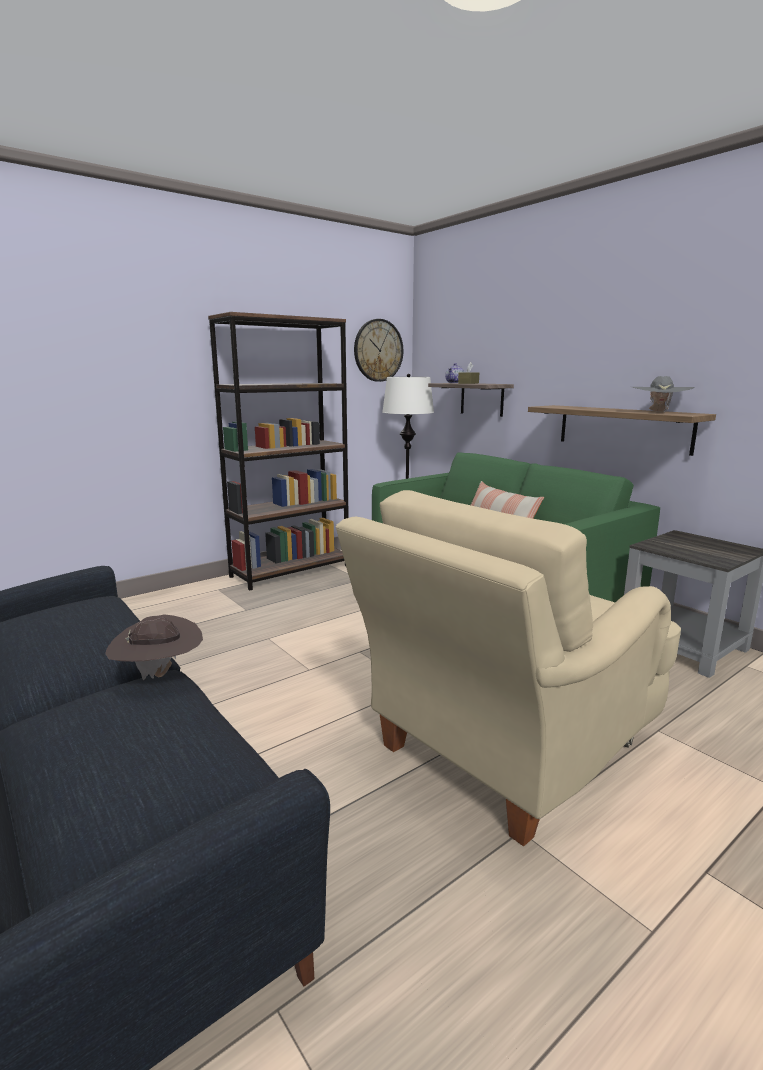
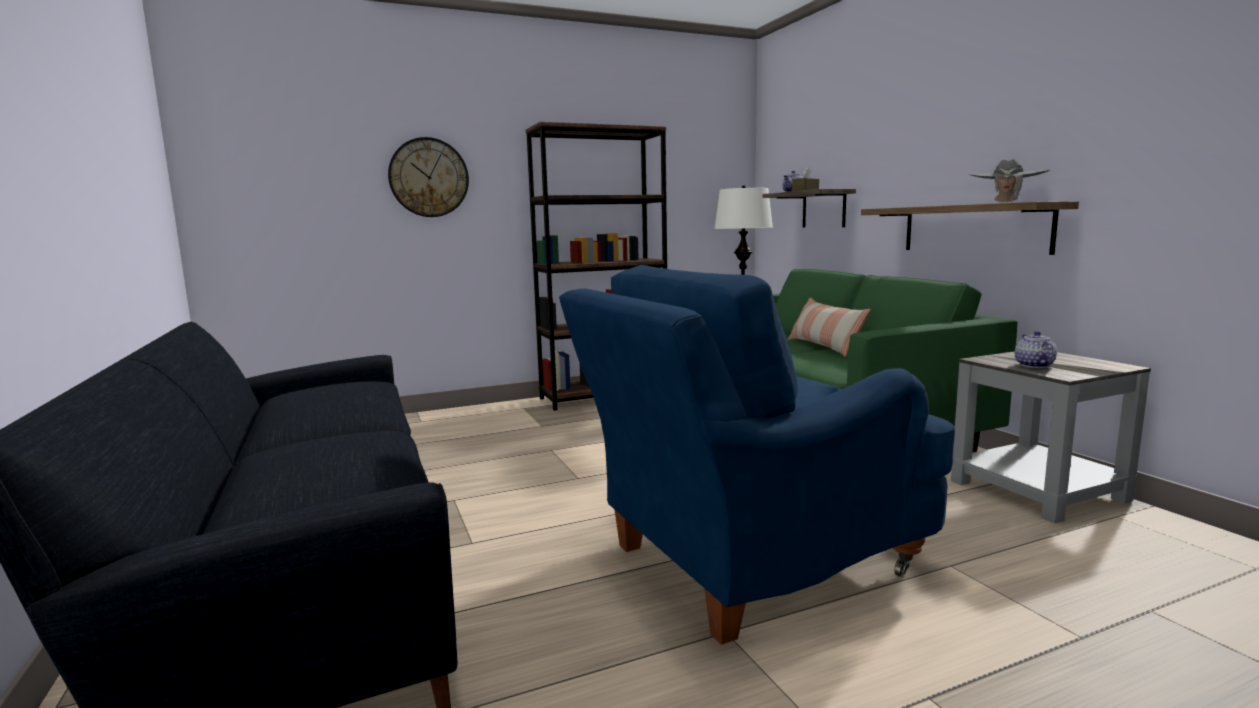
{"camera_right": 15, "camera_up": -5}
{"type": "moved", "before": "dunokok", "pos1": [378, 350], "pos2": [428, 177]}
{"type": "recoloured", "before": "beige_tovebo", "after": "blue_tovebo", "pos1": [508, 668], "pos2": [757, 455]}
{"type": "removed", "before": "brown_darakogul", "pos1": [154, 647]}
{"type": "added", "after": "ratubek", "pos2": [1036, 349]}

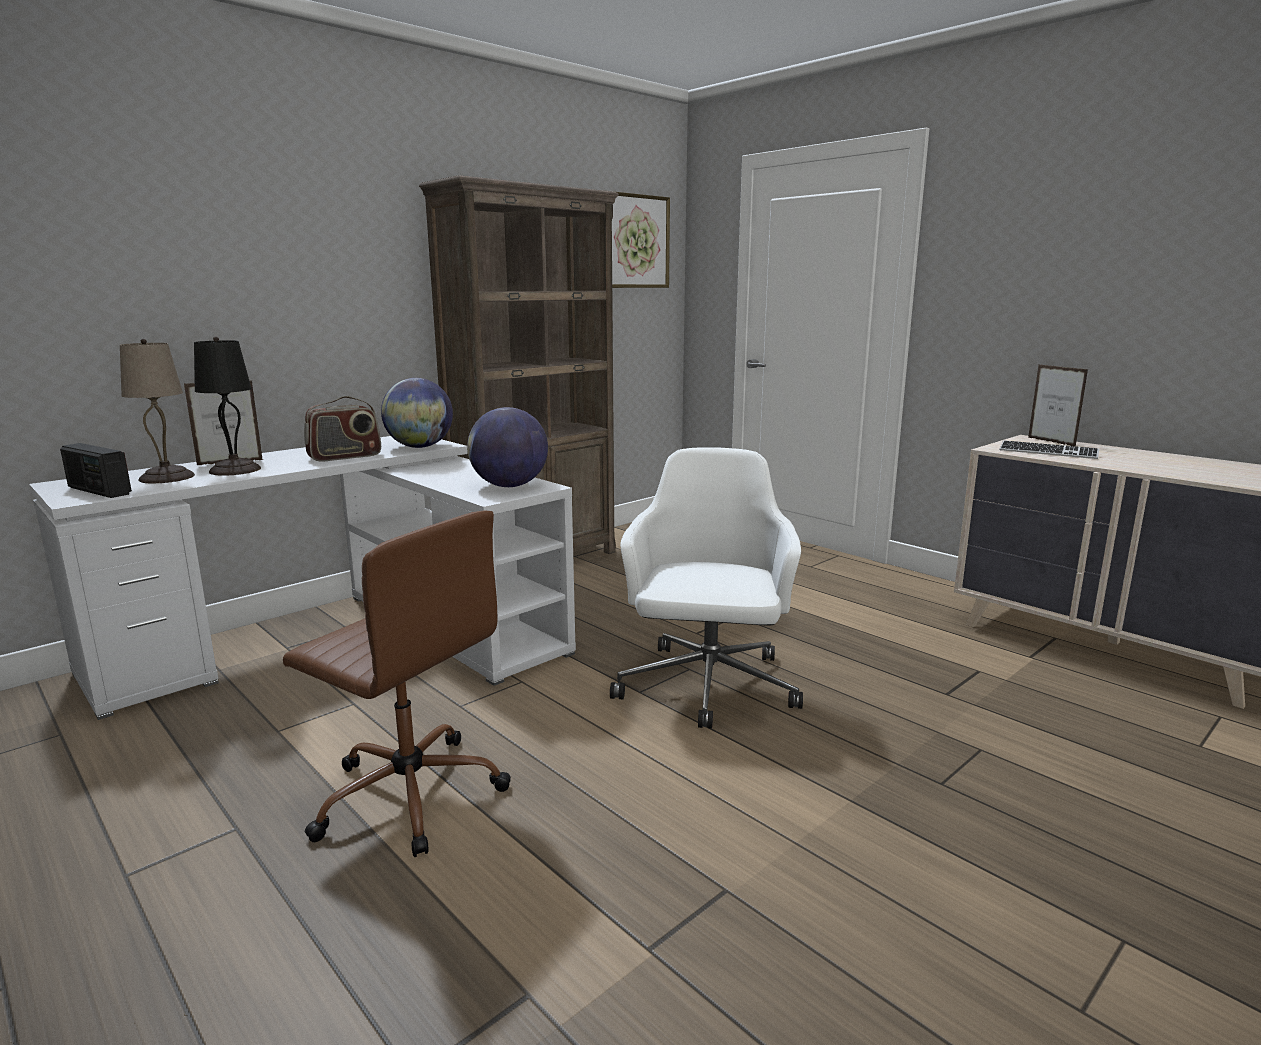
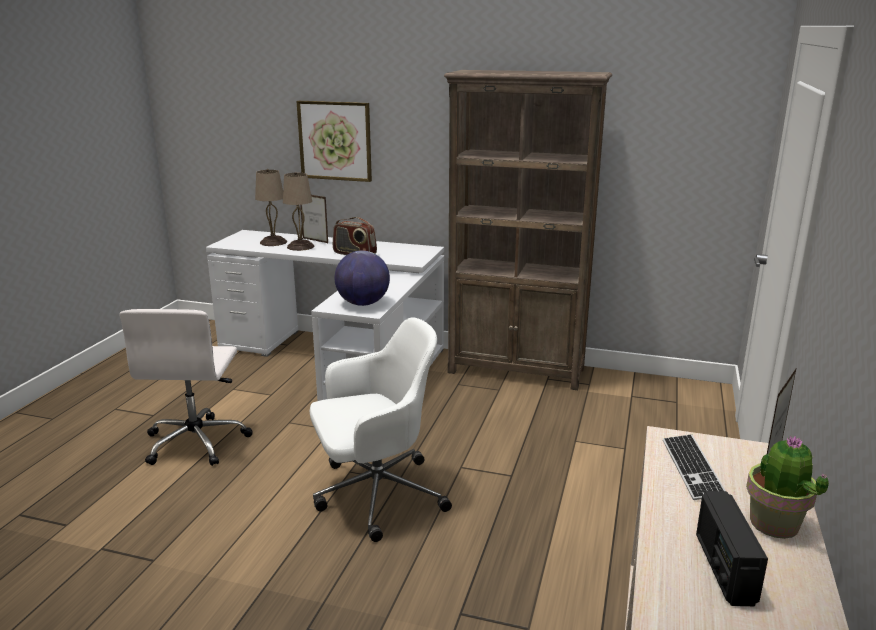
{"camera_right": 60, "camera_up": 5}
{"type": "moved", "before": "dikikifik", "pos1": [641, 239], "pos2": [334, 141]}
{"type": "recoloured", "before": "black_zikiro", "after": "beige_zikiro", "pos1": [227, 406], "pos2": [298, 211]}
{"type": "removed", "before": "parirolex", "pos1": [417, 413]}
{"type": "moved", "before": "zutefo", "pos1": [96, 470], "pos2": [732, 548]}
{"type": "recoloured", "before": "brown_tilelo", "after": "white_tilelo", "pos1": [397, 683], "pos2": [186, 387]}
{"type": "added", "after": "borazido", "pos2": [787, 487]}

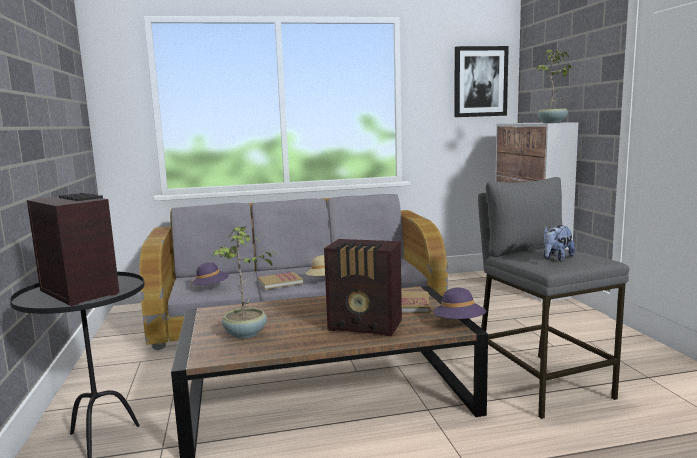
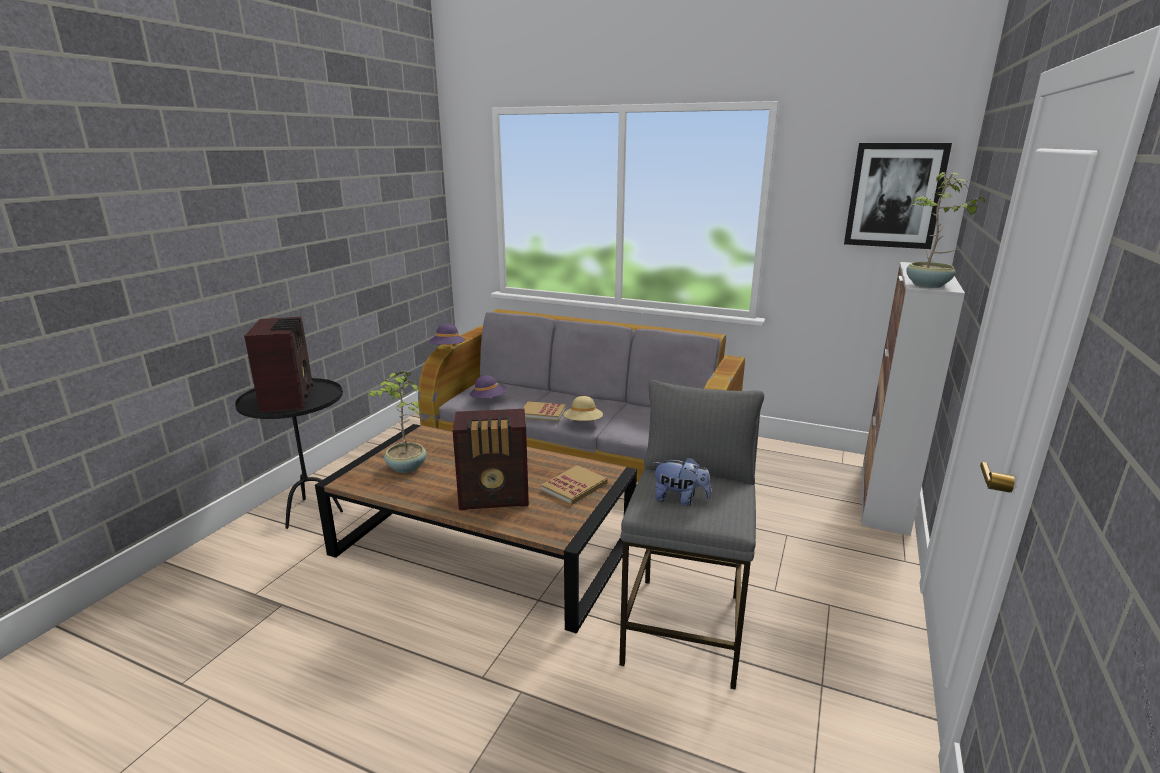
{"camera_right": 35, "camera_up": 10}
{"type": "turned", "before": "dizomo", "pos1": [559, 243], "pos2": [681, 481], "turn": -150}
{"type": "turned", "before": "zutefo", "pos1": [363, 287], "pos2": [490, 459], "turn": -60}
{"type": "moved", "before": "purple_darakogul", "pos1": [460, 303], "pos2": [446, 334]}

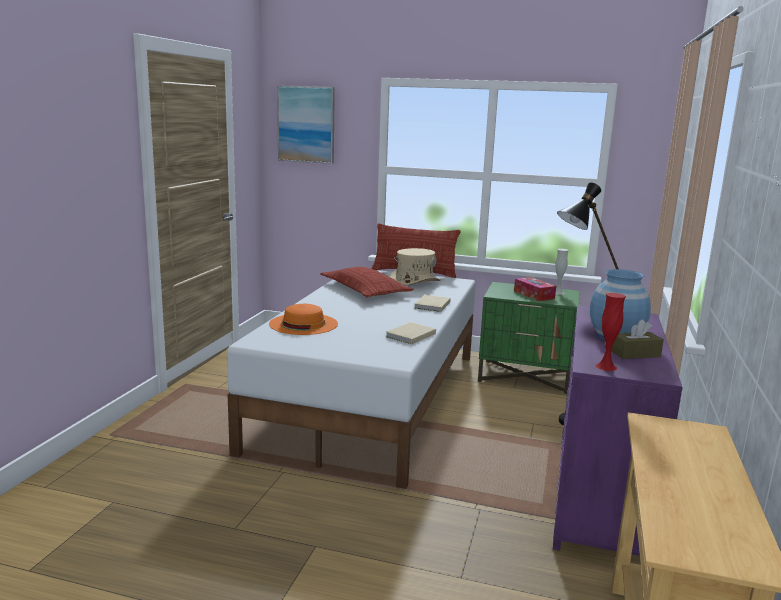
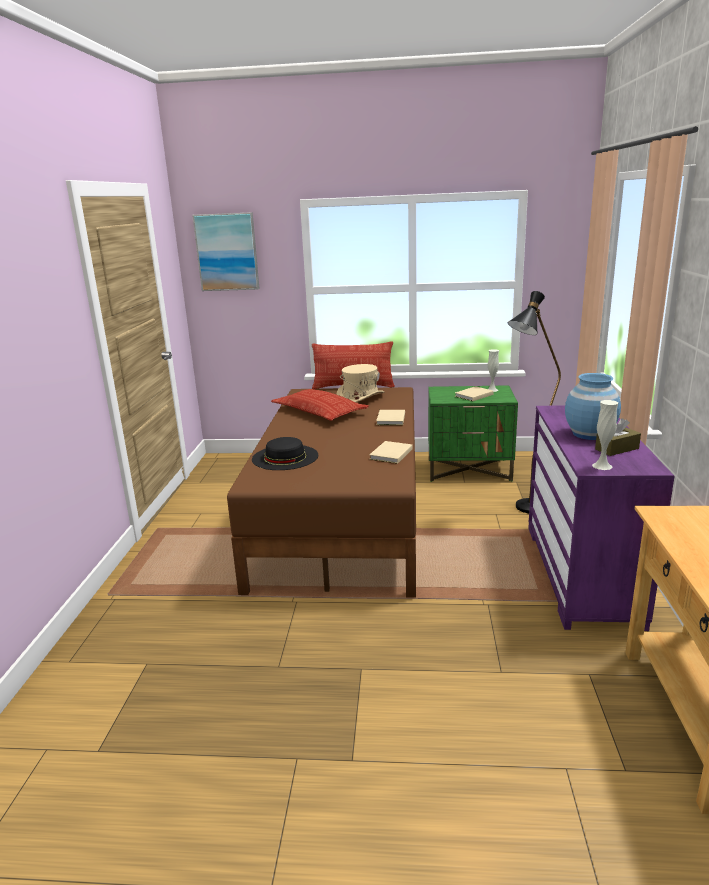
{"camera_right": -10, "camera_up": 5}
{"type": "recoloured", "before": "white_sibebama", "after": "brown_sibebama", "pos1": [351, 379], "pos2": [321, 492]}
{"type": "replaced", "before": "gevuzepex", "after": "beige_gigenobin", "pos1": [535, 289], "pos2": [474, 393]}
{"type": "recoloured", "before": "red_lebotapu", "after": "white_lebotapu", "pos1": [610, 332], "pos2": [605, 435]}
{"type": "recoloured", "before": "orange_darakogul", "after": "black_darakogul", "pos1": [303, 319], "pos2": [285, 453]}

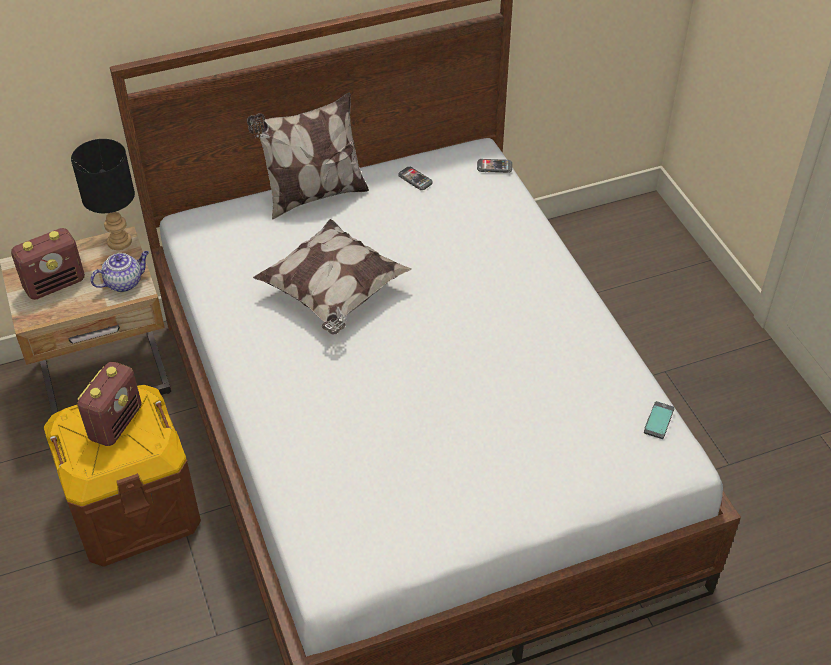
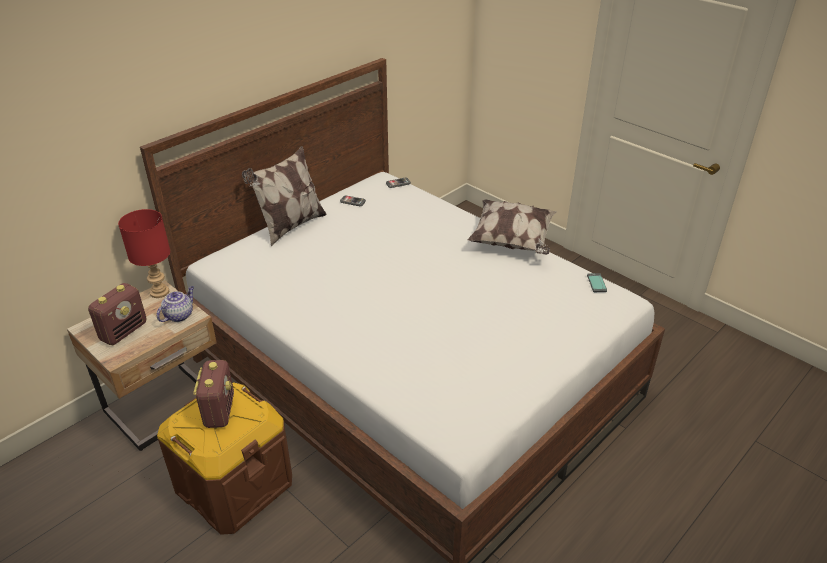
{"camera_right": -25, "camera_up": -10}
{"type": "recoloured", "before": "black_zikiro", "after": "red_zikiro", "pos1": [103, 194], "pos2": [144, 253]}
{"type": "moved", "before": "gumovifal", "pos1": [332, 277], "pos2": [512, 227]}

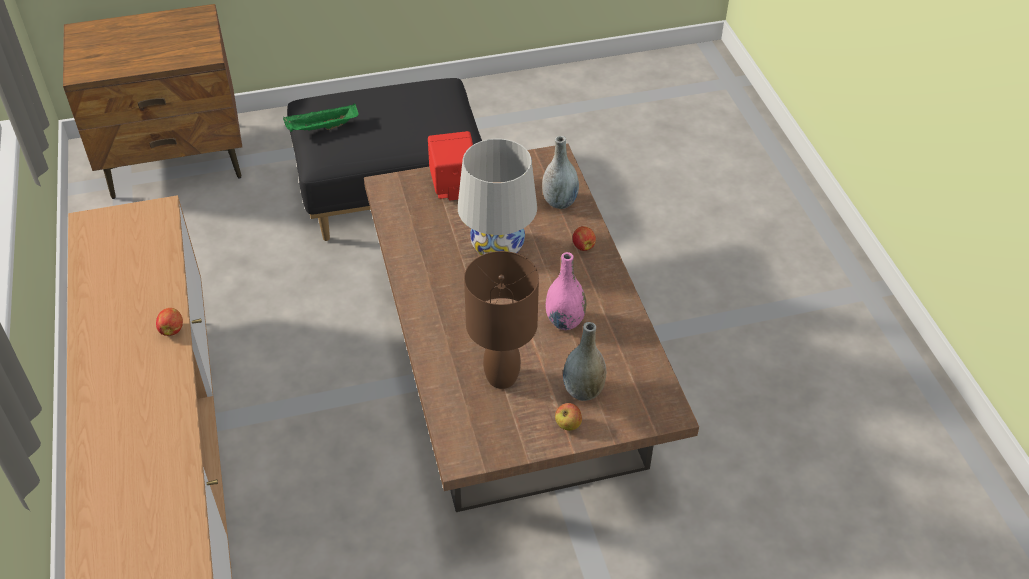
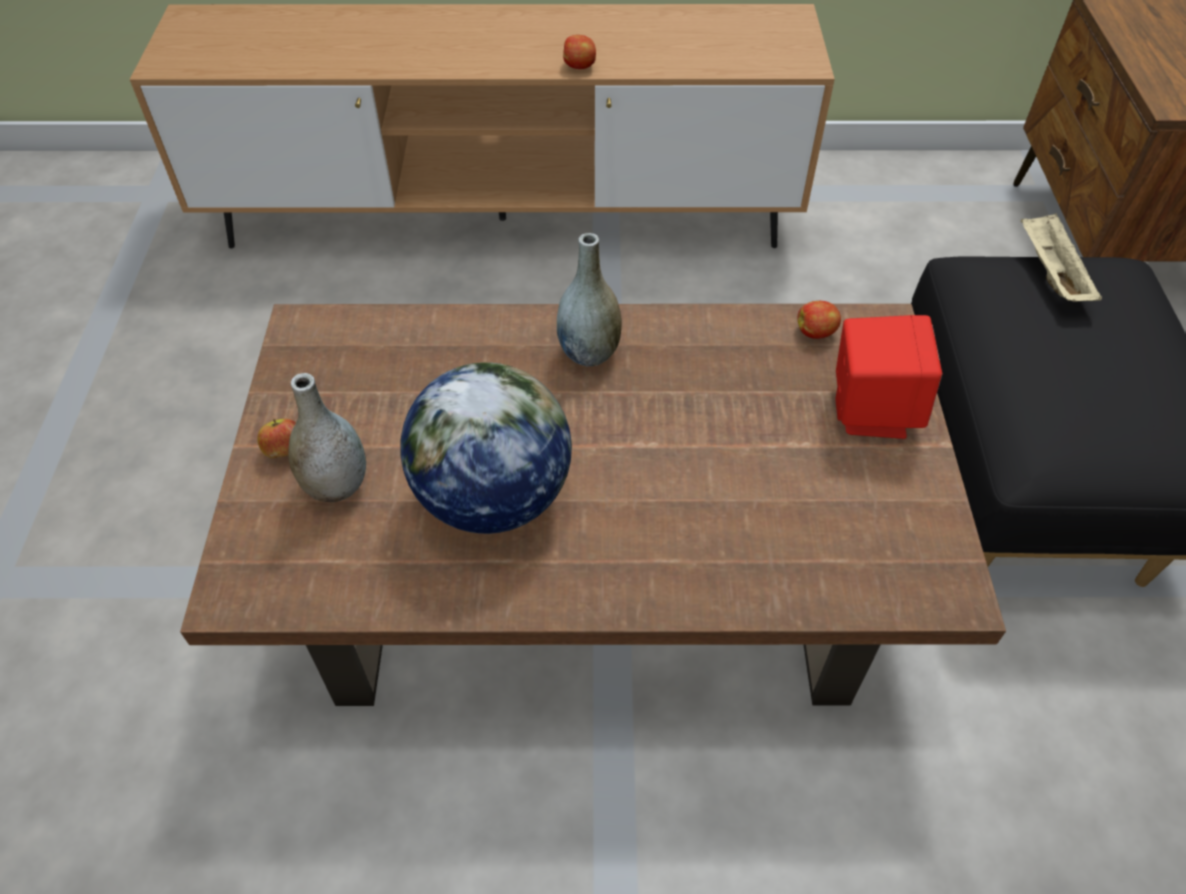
{"camera_right": 105, "camera_up": 5}
{"type": "recoloured", "before": "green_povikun", "after": "beige_povikun", "pos1": [321, 118], "pos2": [1061, 257]}
{"type": "moved", "before": "grey_lebotapu", "pos1": [560, 172], "pos2": [589, 300]}
{"type": "removed", "before": "white_zikiro", "pos1": [497, 197]}
{"type": "moved", "before": "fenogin", "pos1": [584, 238], "pos2": [819, 320]}
{"type": "removed", "before": "brown_zikiro", "pos1": [501, 320]}
{"type": "replaced", "before": "pink_lebotapu", "after": "parirolex", "pos1": [566, 291], "pos2": [486, 448]}

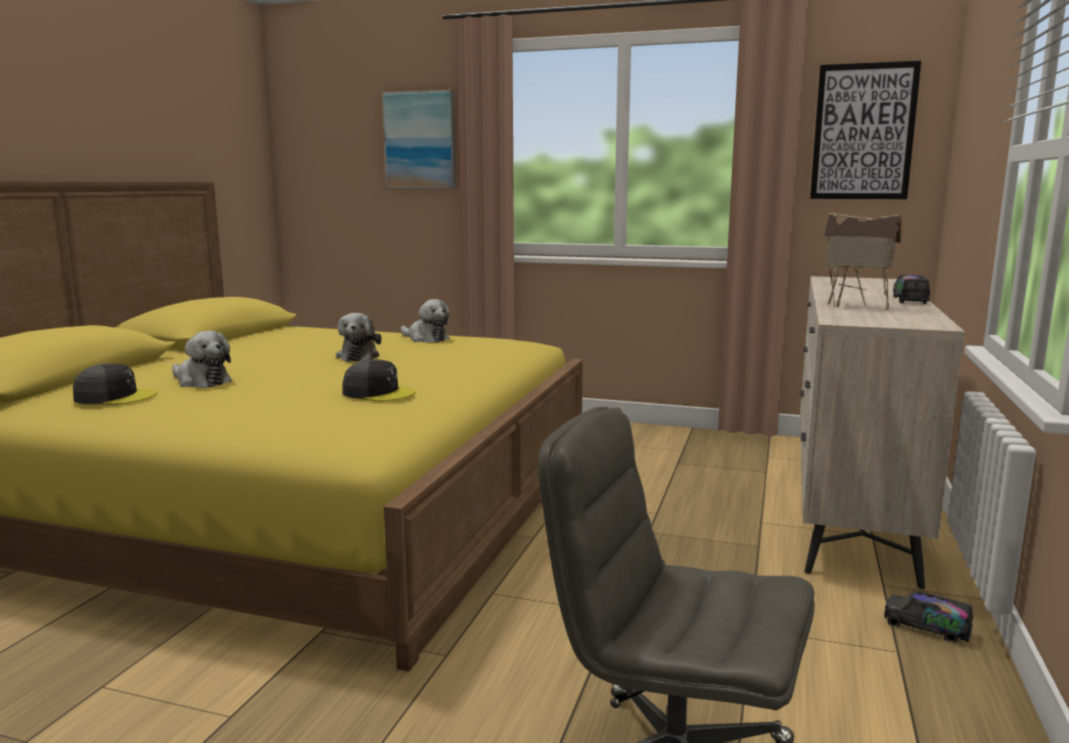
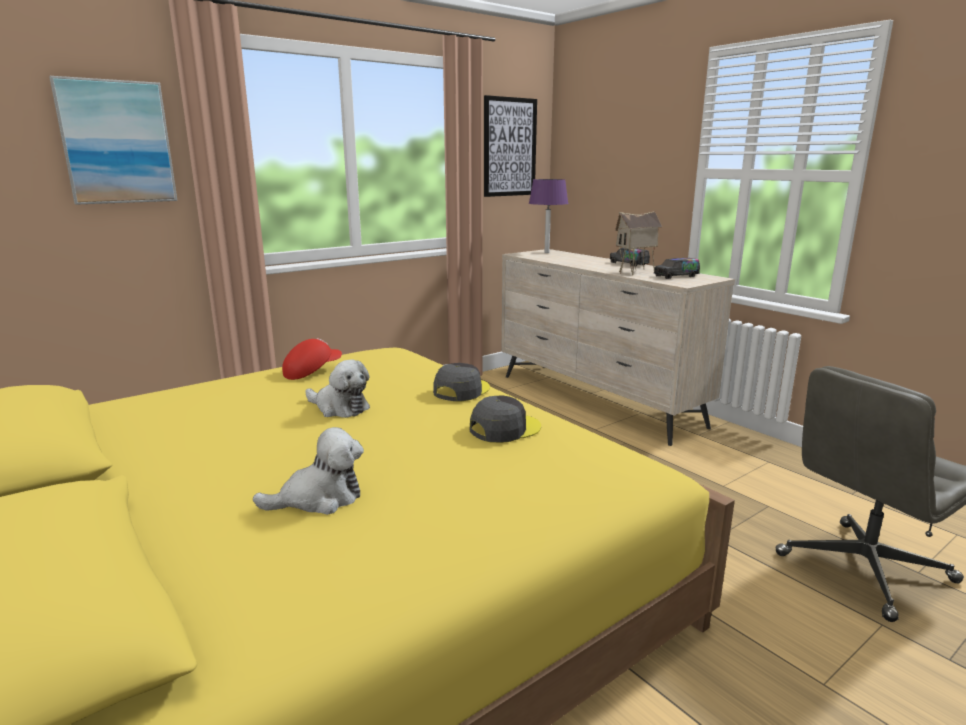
{"camera_right": -55, "camera_up": 5}
{"type": "replaced", "before": "dizomo", "after": "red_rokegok", "pos1": [425, 321], "pos2": [312, 359]}
{"type": "moved", "before": "grey_rokegok", "pos1": [115, 383], "pos2": [461, 382]}
{"type": "moved", "before": "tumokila", "pos1": [928, 617], "pos2": [677, 268]}
{"type": "added", "after": "purple_zikiro", "pos2": [548, 216]}

